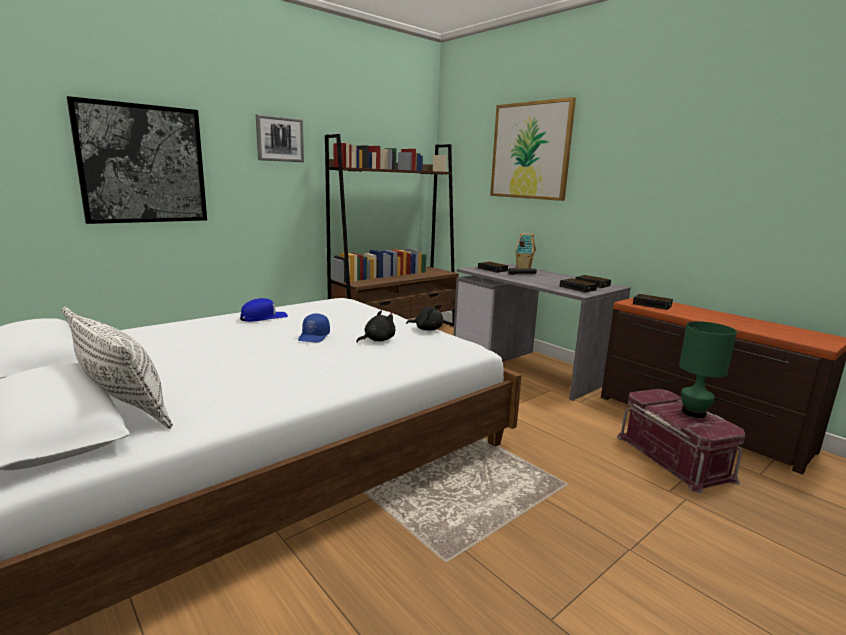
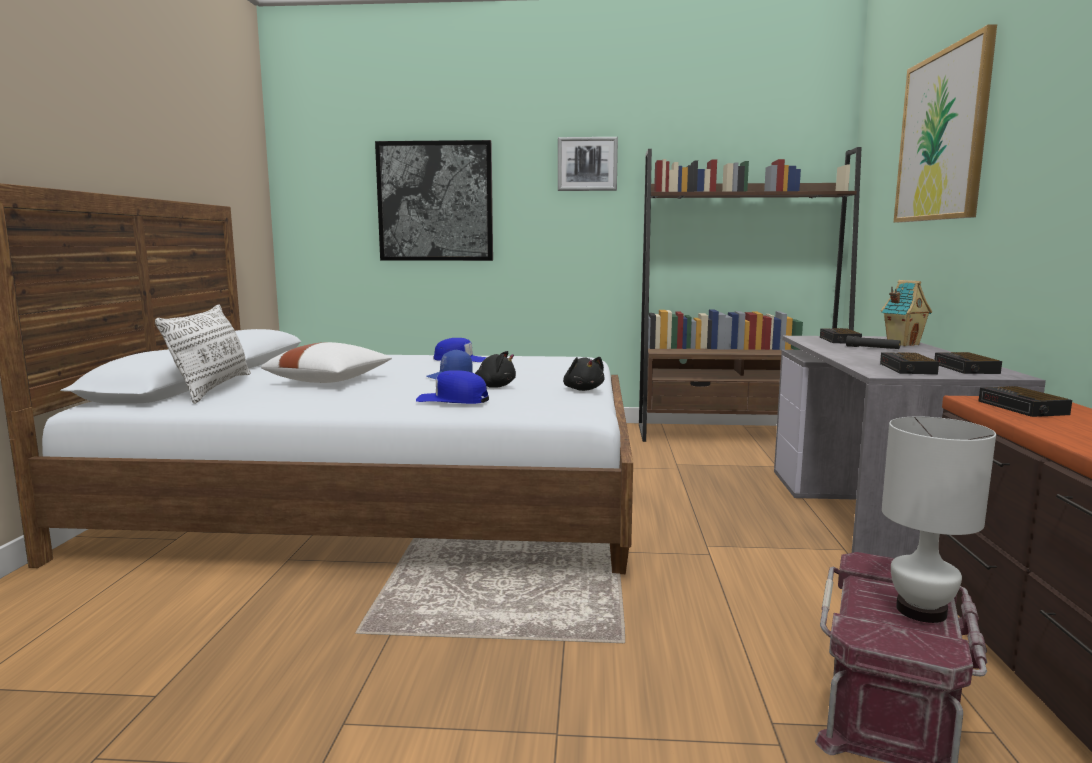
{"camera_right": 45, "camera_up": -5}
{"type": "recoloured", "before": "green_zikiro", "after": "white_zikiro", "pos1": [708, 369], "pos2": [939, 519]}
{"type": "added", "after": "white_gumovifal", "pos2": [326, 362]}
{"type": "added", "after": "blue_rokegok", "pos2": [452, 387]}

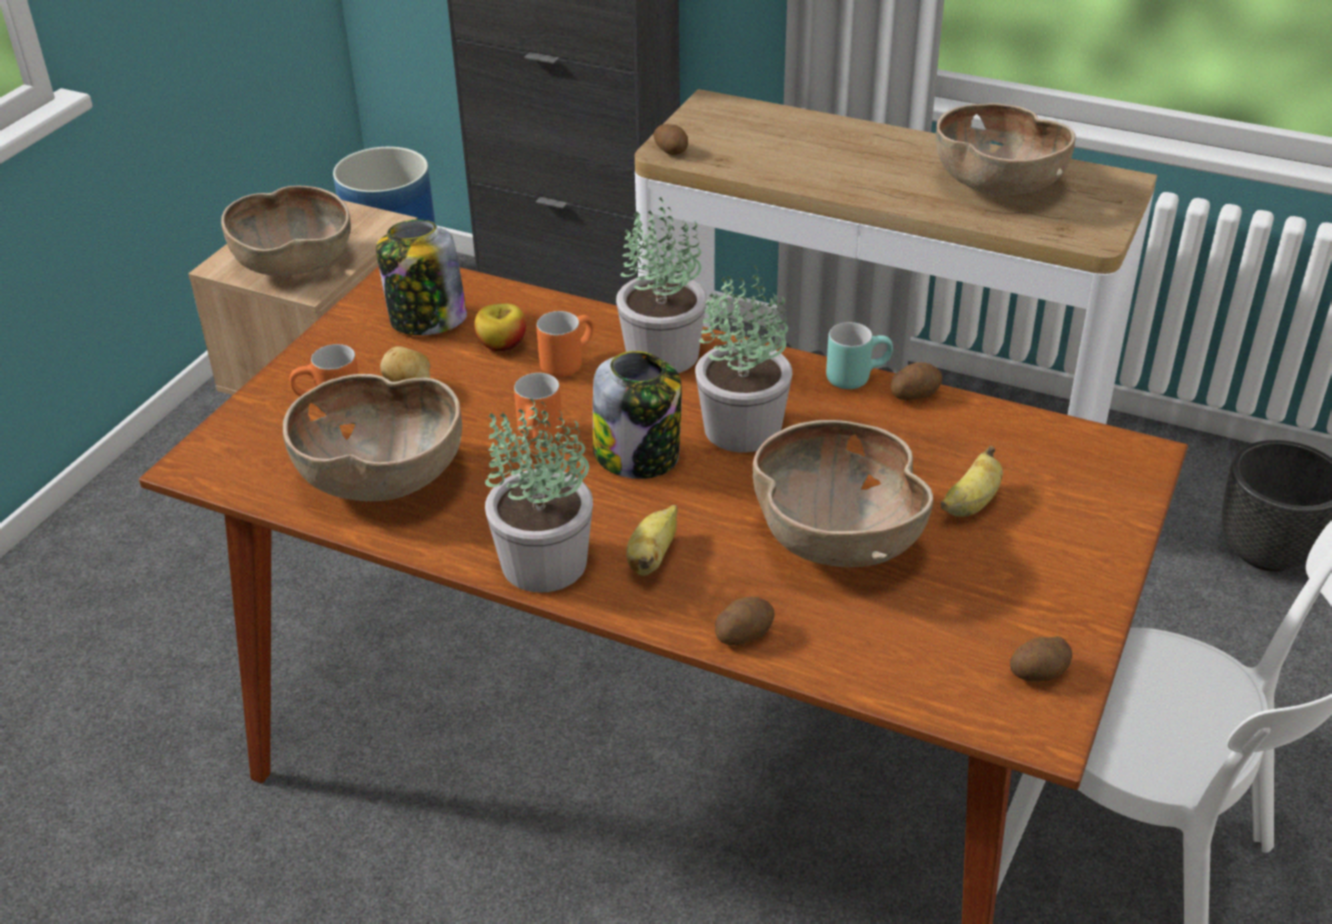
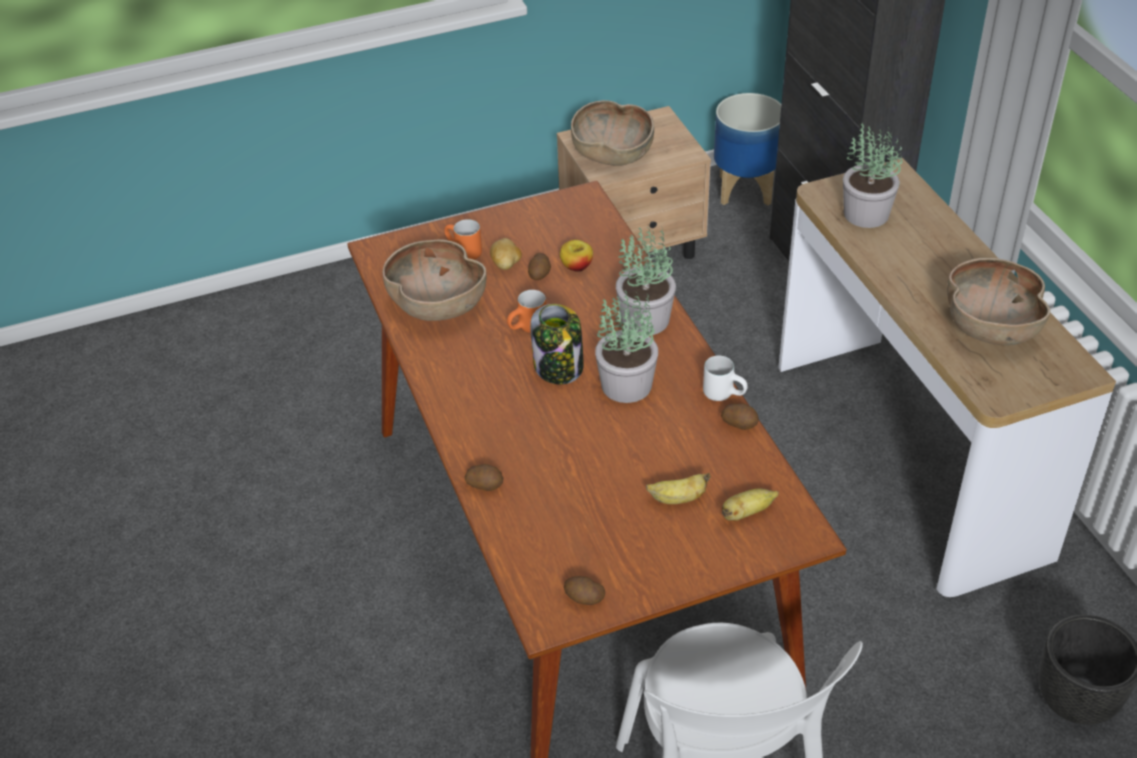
{"camera_right": 45, "camera_up": 5}
{"type": "moved", "before": "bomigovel", "pos1": [670, 139], "pos2": [539, 266]}
{"type": "removed", "before": "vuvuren", "pos1": [421, 277]}
{"type": "removed", "before": "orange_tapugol", "pos1": [565, 344]}
{"type": "recoloured", "before": "turquoise_tapugol", "after": "white_tapugol", "pos1": [859, 355], "pos2": [725, 378]}
{"type": "moved", "before": "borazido", "pos1": [539, 495], "pos2": [873, 175]}
{"type": "removed", "before": "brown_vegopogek", "pos1": [843, 493]}
{"type": "moved", "before": "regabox", "pos1": [652, 540], "pos2": [750, 504]}

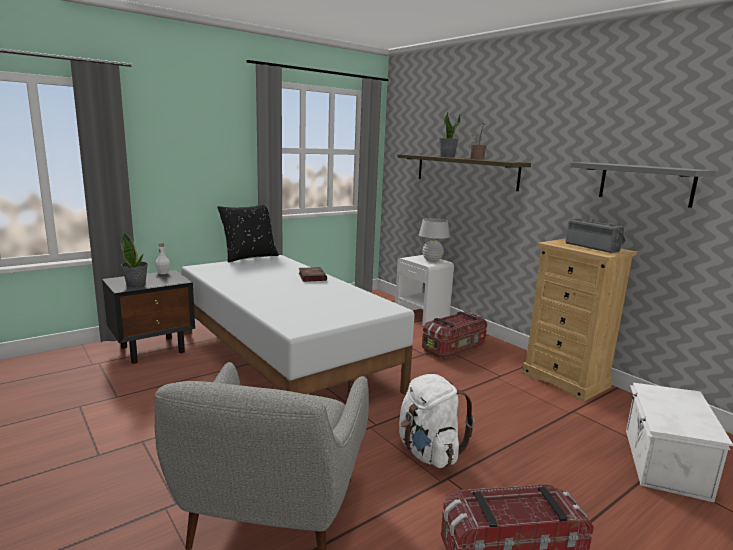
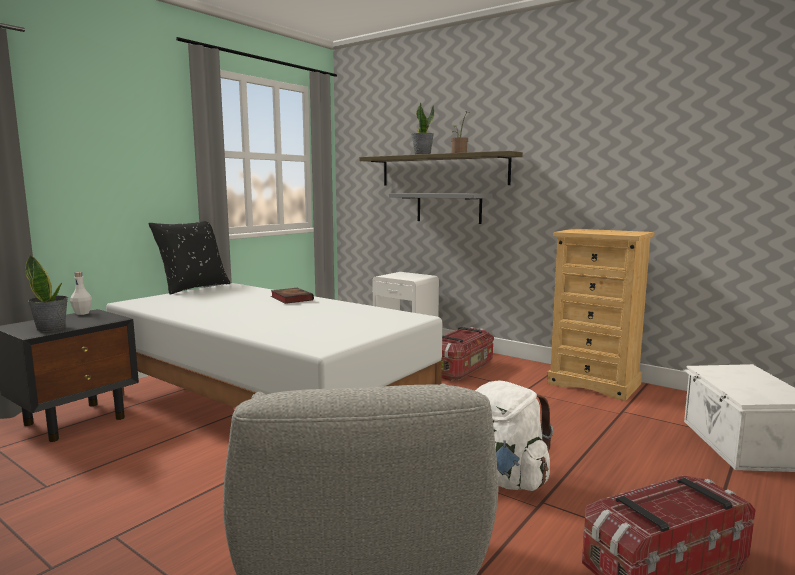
{"camera_right": -15, "camera_up": -5}
{"type": "moved", "before": "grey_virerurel", "pos1": [643, 185], "pos2": [441, 208]}
{"type": "removed", "before": "white_zikiro", "pos1": [434, 240]}
{"type": "removed", "before": "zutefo", "pos1": [595, 235]}

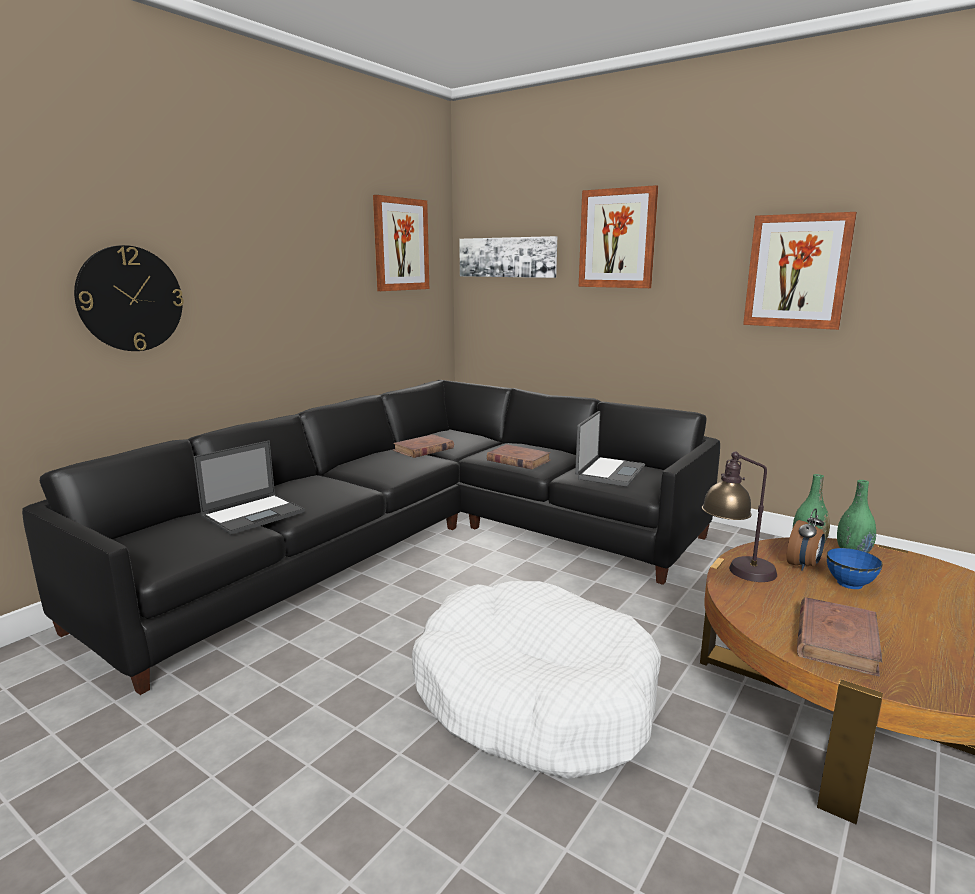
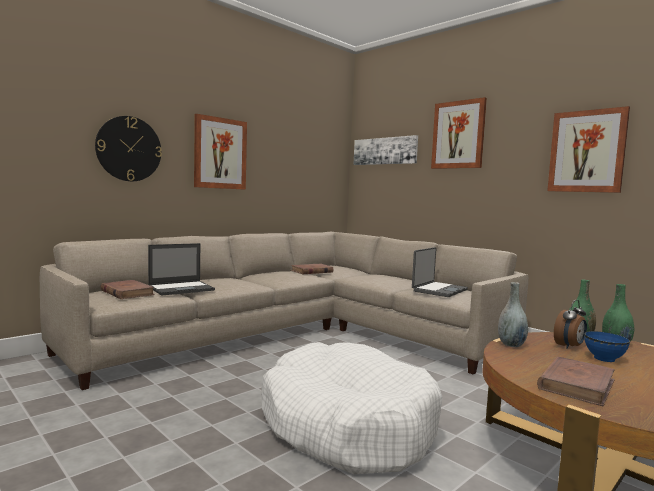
{"camera_right": 10, "camera_up": -10}
{"type": "moved", "before": "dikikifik", "pos1": [401, 243], "pos2": [220, 152]}
{"type": "recoloured", "before": "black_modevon", "after": "beige_modevon", "pos1": [371, 537], "pos2": [284, 311]}
{"type": "moved", "before": "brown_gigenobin", "pos1": [519, 457], "pos2": [128, 289]}
{"type": "replaced", "before": "zikiro", "after": "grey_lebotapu", "pos1": [739, 516], "pos2": [513, 314]}

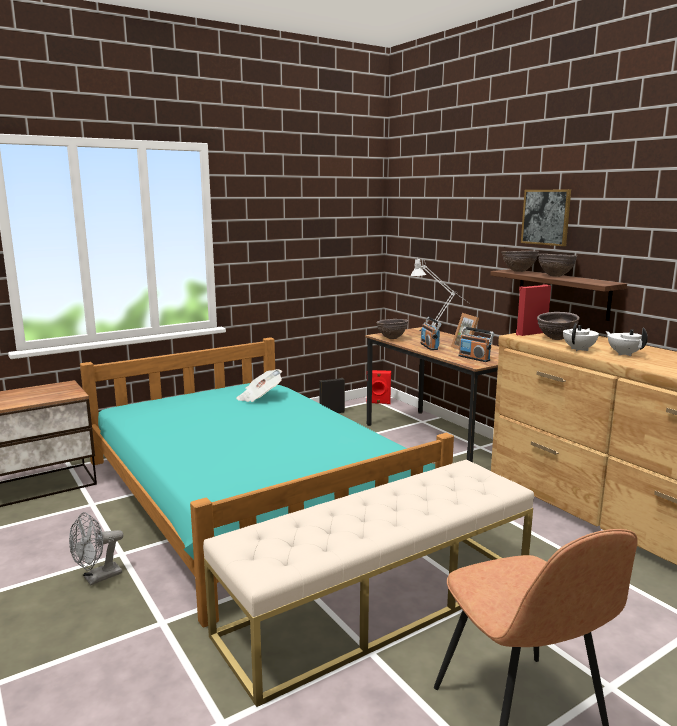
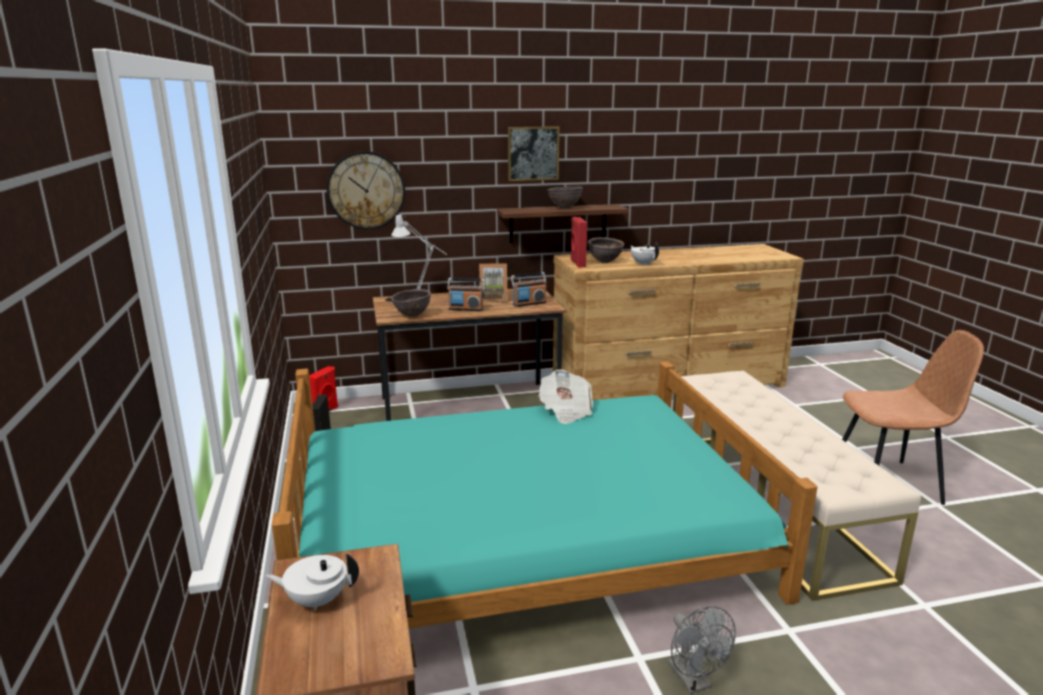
{"camera_right": -70, "camera_up": 5}
{"type": "removed", "before": "brown_vegopogek", "pos1": [520, 261]}
{"type": "moved", "before": "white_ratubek", "pos1": [627, 342], "pos2": [312, 582]}
{"type": "moved", "before": "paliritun", "pos1": [259, 385], "pos2": [565, 396]}
{"type": "added", "after": "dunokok", "pos2": [366, 190]}

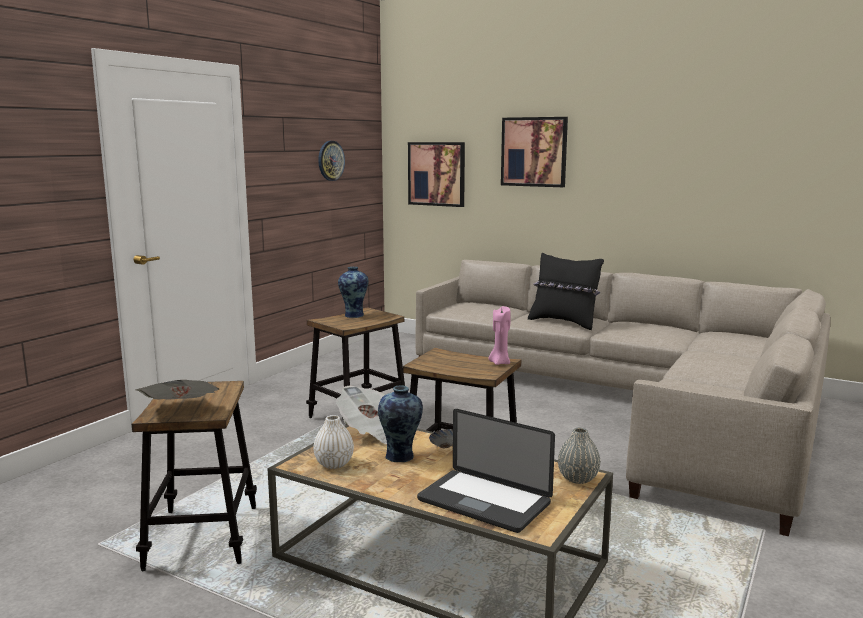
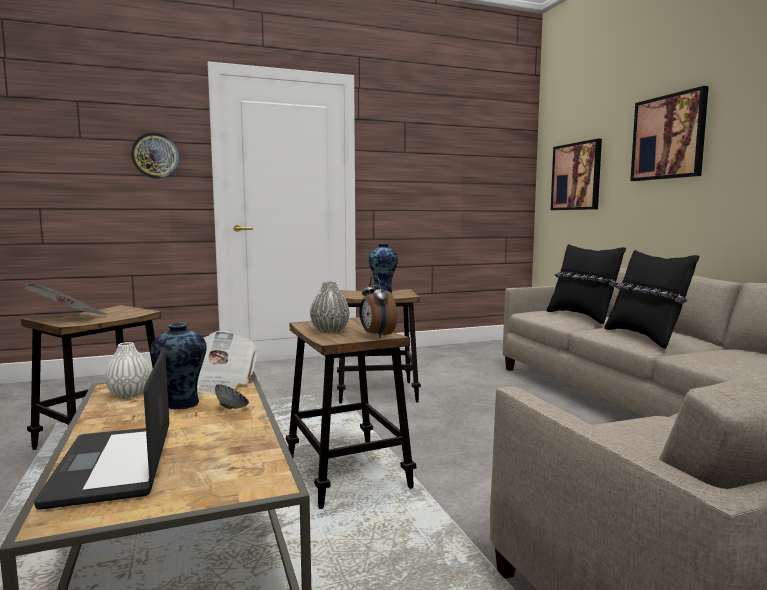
{"camera_right": 40, "camera_up": -5}
{"type": "moved", "before": "dunokok", "pos1": [331, 161], "pos2": [155, 155]}
{"type": "replaced", "before": "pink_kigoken", "after": "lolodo", "pos1": [500, 335], "pos2": [378, 307]}
{"type": "moved", "before": "grey_lebotapu", "pos1": [579, 456], "pos2": [329, 307]}
{"type": "added", "after": "black_gumovifal", "pos2": [586, 284]}

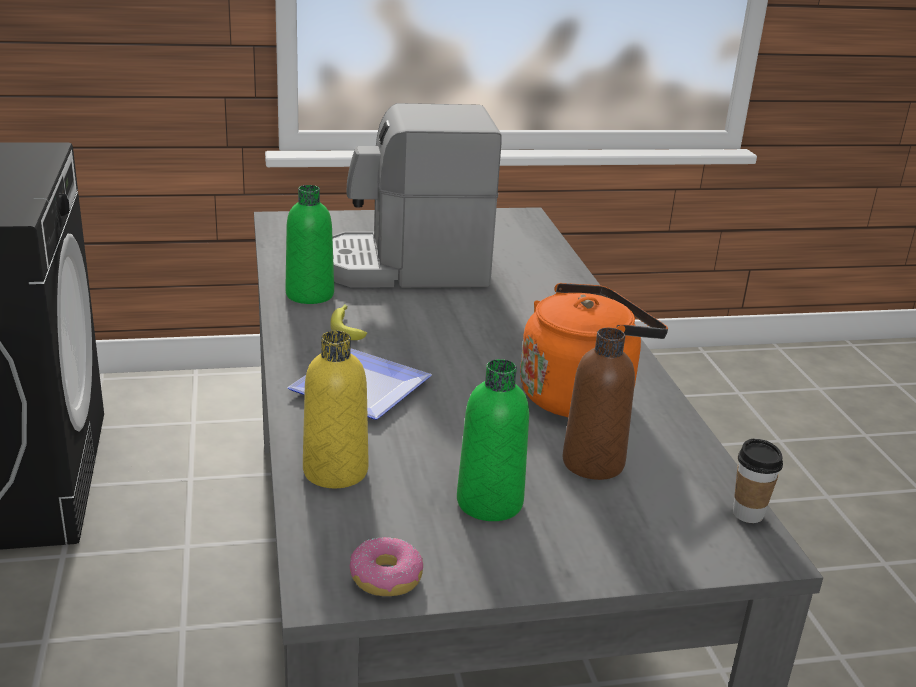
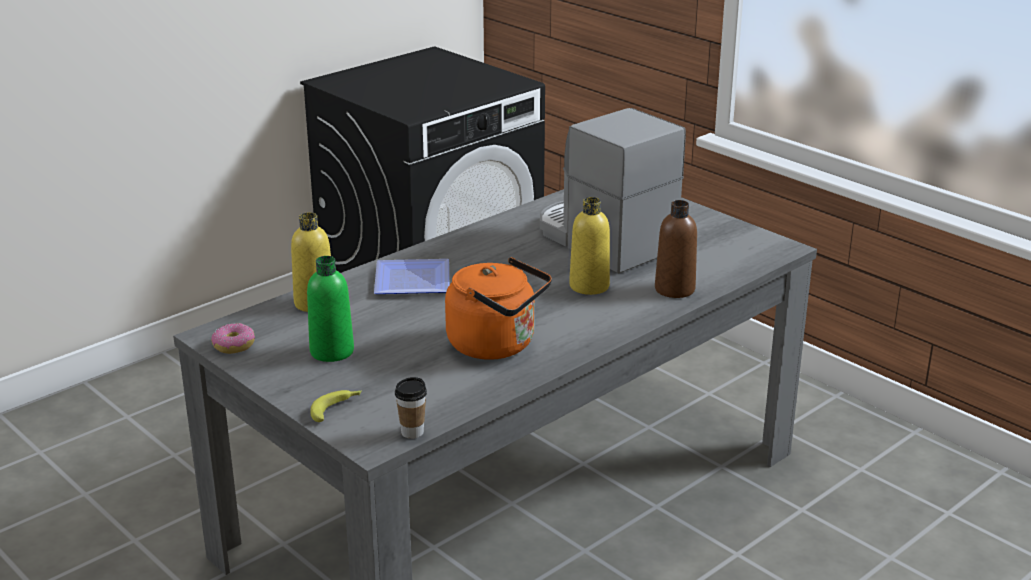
{"camera_right": 60, "camera_up": 0}
{"type": "removed", "before": "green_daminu", "pos1": [310, 244]}
{"type": "moved", "before": "regabox", "pos1": [348, 322], "pos2": [336, 406]}
{"type": "moved", "before": "brown_daminu", "pos1": [598, 404], "pos2": [676, 249]}
{"type": "added", "after": "yellow_daminu", "pos2": [589, 246]}

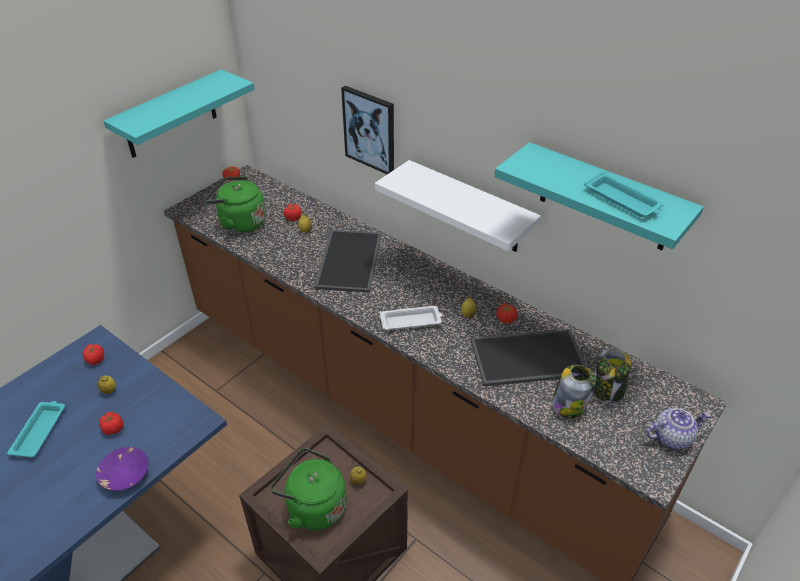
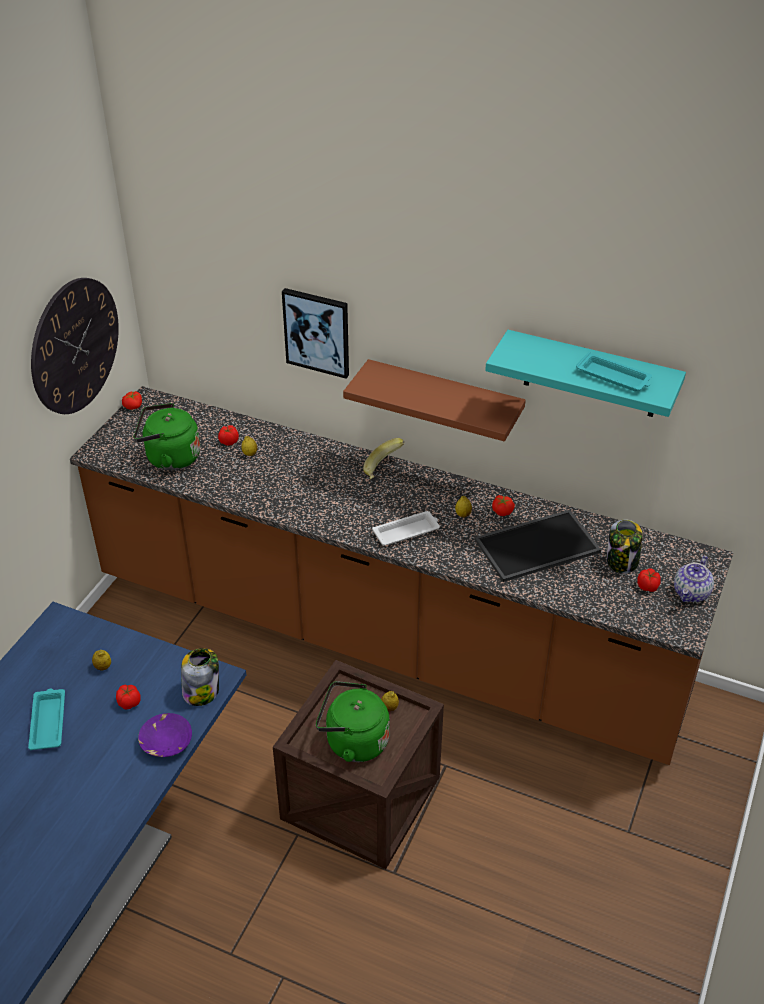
{"camera_right": -15, "camera_up": 0}
{"type": "replaced", "before": "turquoise_virerurel", "after": "dunokok", "pos1": [179, 114], "pos2": [75, 346]}
{"type": "recoloured", "before": "white_virerurel", "after": "brown_virerurel", "pos1": [458, 206], "pos2": [434, 400]}
{"type": "removed", "before": "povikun", "pos1": [347, 261]}
{"type": "moved", "before": "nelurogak", "pos1": [93, 354], "pos2": [649, 580]}
{"type": "moved", "before": "vuvuren", "pos1": [574, 392], "pos2": [200, 677]}
{"type": "turned", "before": "ratubek", "pos1": [678, 428], "pos2": [694, 579], "turn": 150}
{"type": "added", "after": "regabox", "pos2": [383, 458]}

